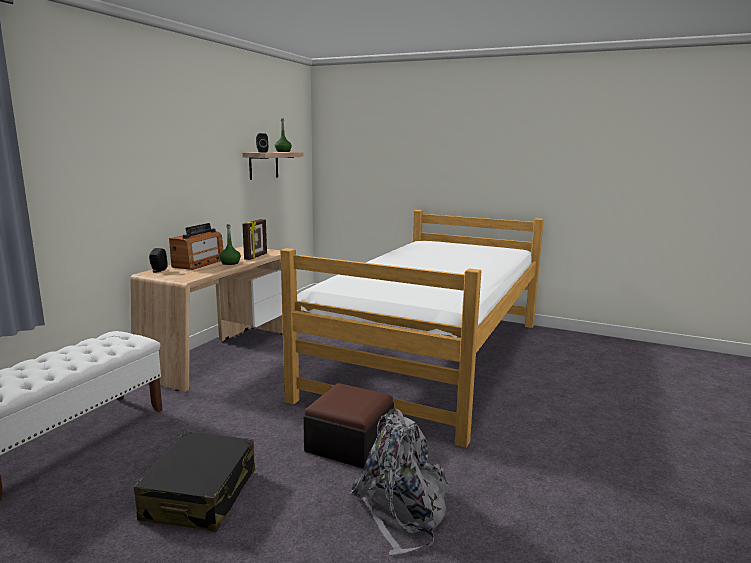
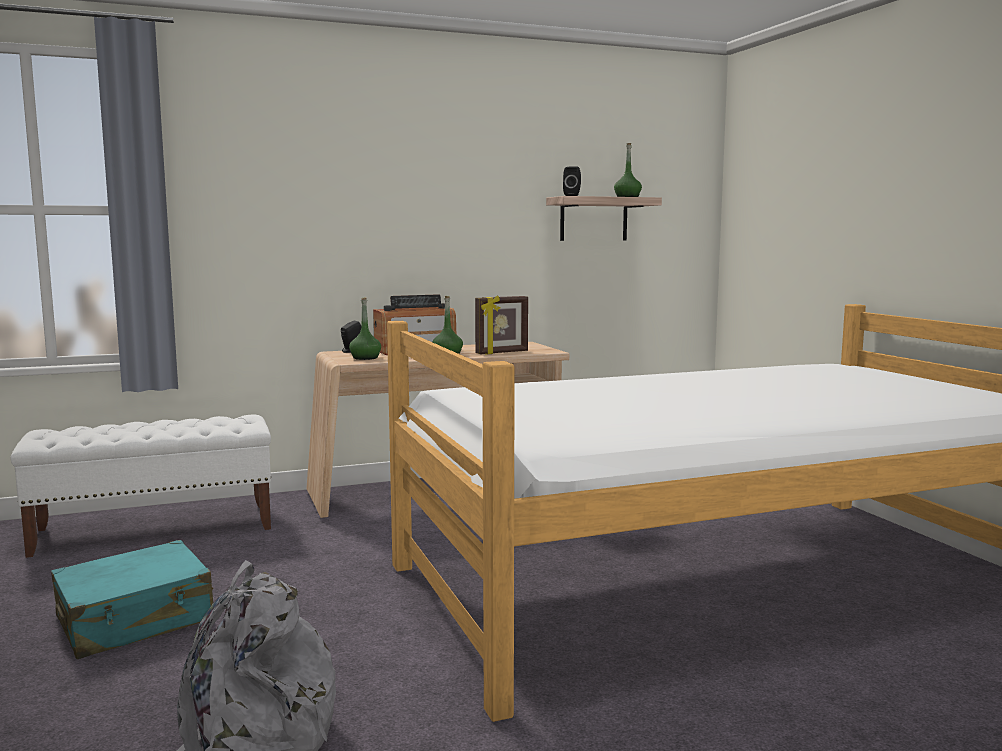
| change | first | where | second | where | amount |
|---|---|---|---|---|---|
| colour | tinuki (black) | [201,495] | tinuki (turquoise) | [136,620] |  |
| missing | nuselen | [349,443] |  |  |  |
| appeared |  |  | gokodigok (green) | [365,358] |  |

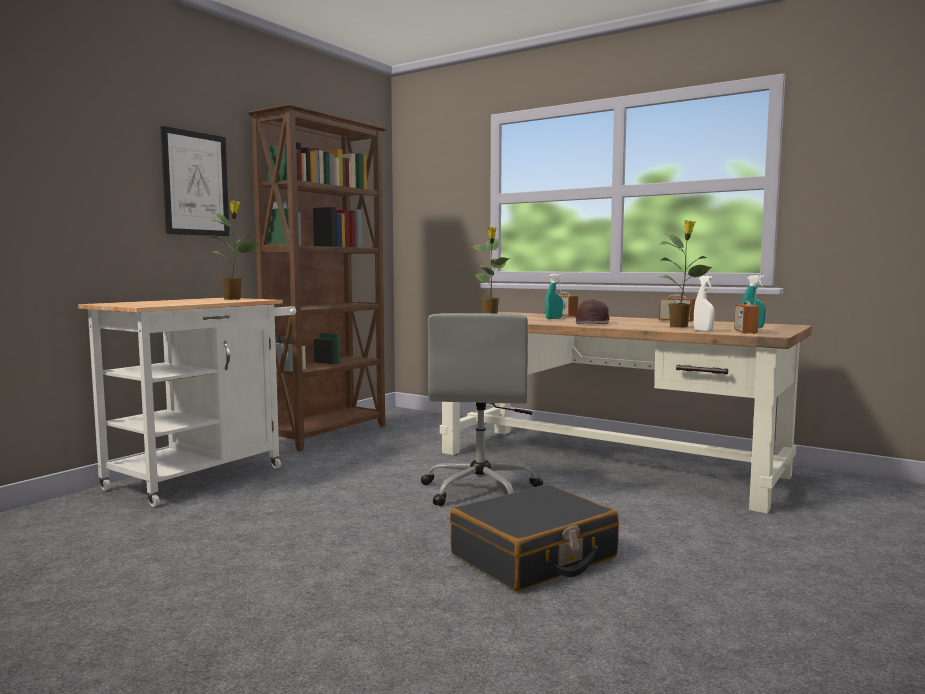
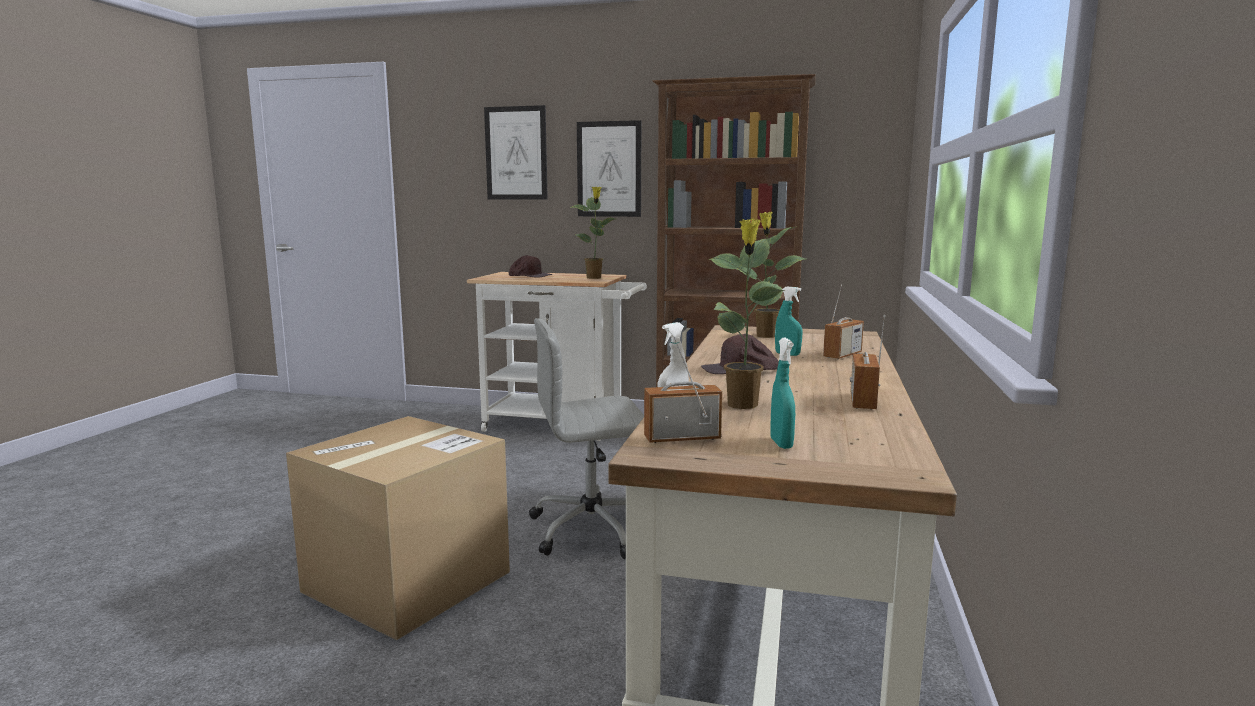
| change | first | where | second | where | amount |
|---|---|---|---|---|---|
| exchanged | tinuki (black) | [534,556] | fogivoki | [407,582] |  |
| appeared |  |  | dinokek | [516,153] |  |
| appeared |  |  | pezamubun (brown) | [530,275] |  |

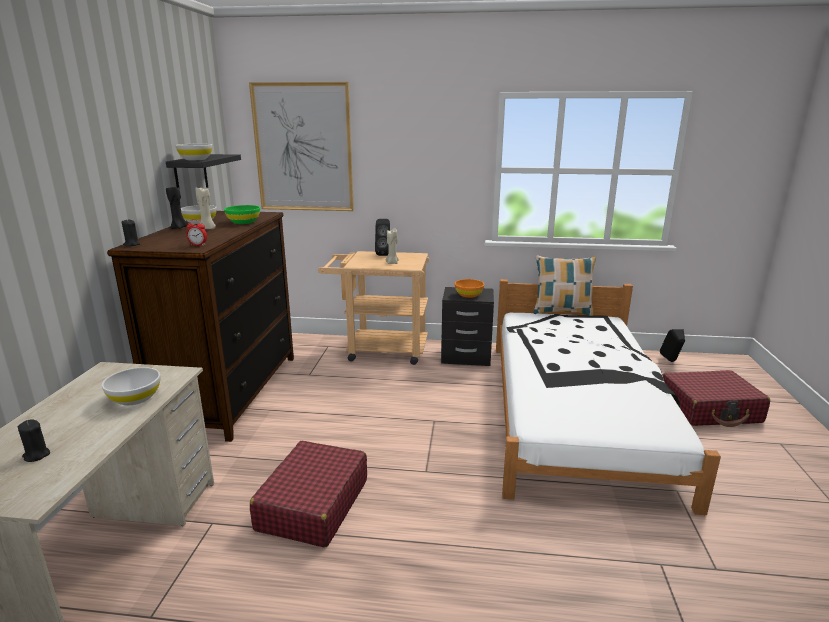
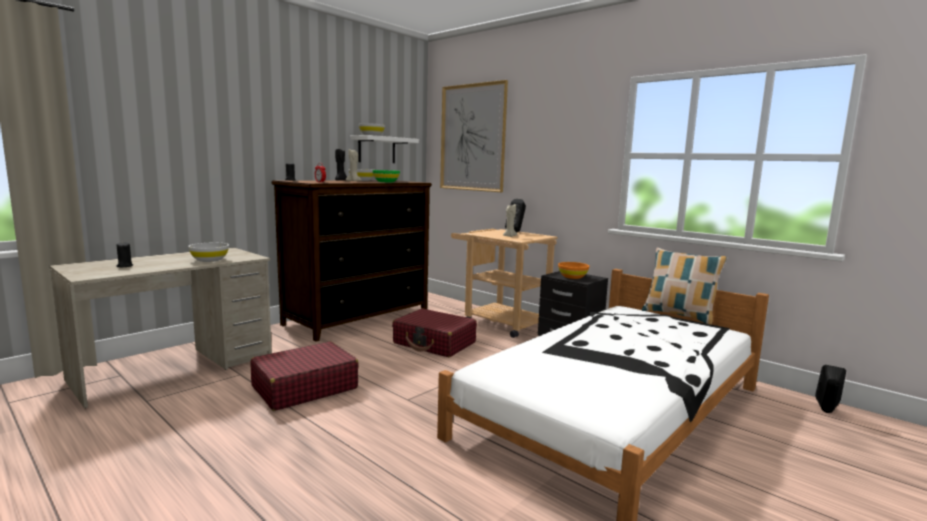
| change | first | where | second | where | amount |
|---|---|---|---|---|---|
| colour | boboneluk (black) | [191,174] | boboneluk (white) | [376,150] |  |
| relocated | tinuki (red) | [709,409] |  | [434,343] |  |

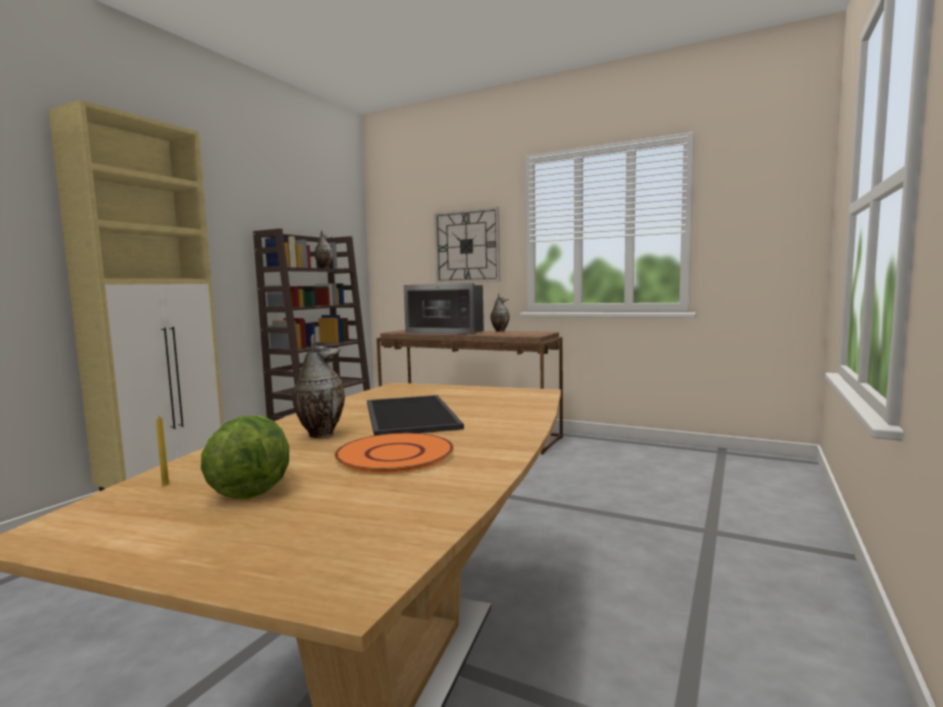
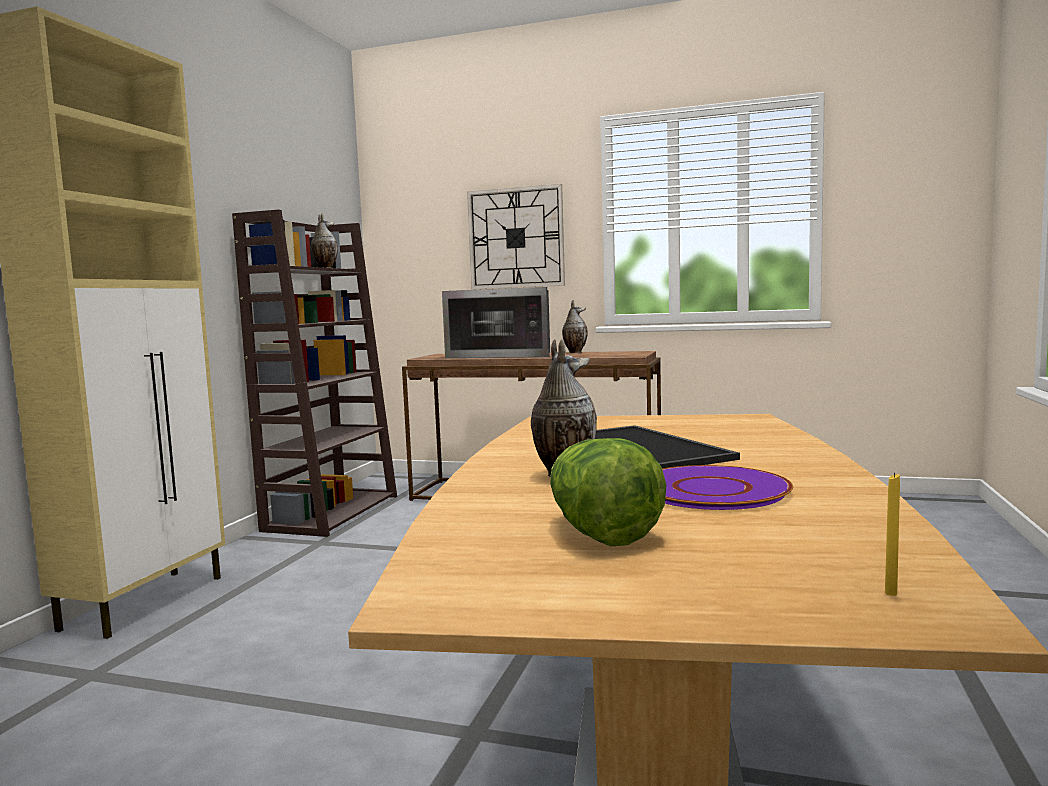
| change | first | where | second | where | amount |
|---|---|---|---|---|---|
| relocated | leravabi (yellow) | [165,484] |  | [890,593] |  |
| colour | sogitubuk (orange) | [394,455] | sogitubuk (purple) | [711,490] |  |

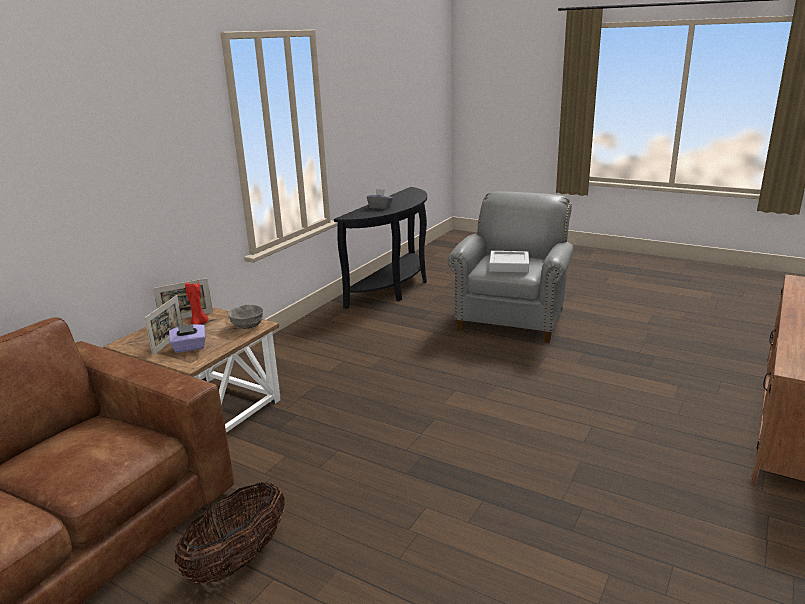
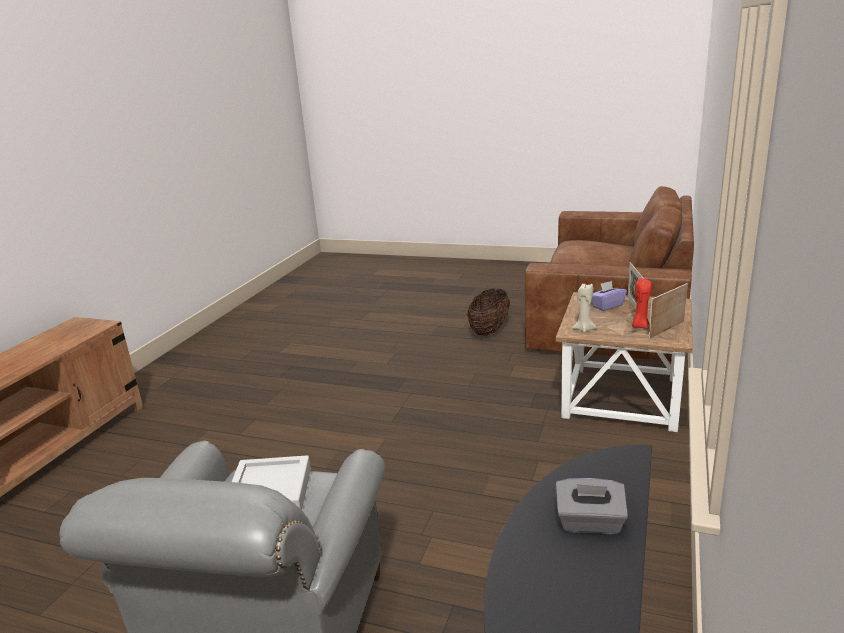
| change | first | where | second | where | amount |
|---|---|---|---|---|---|
| exchanged | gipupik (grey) | [247,326] | leravabi (beige) | [584,329] |  |

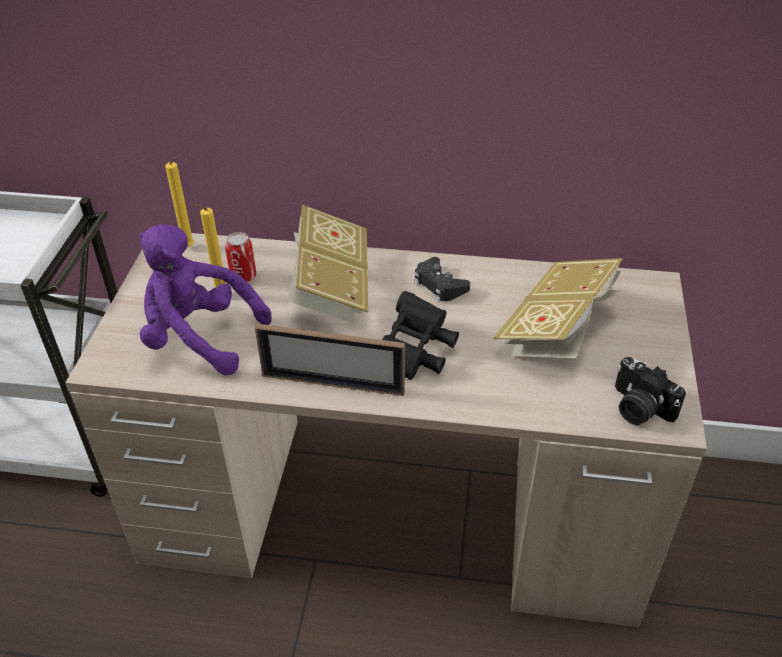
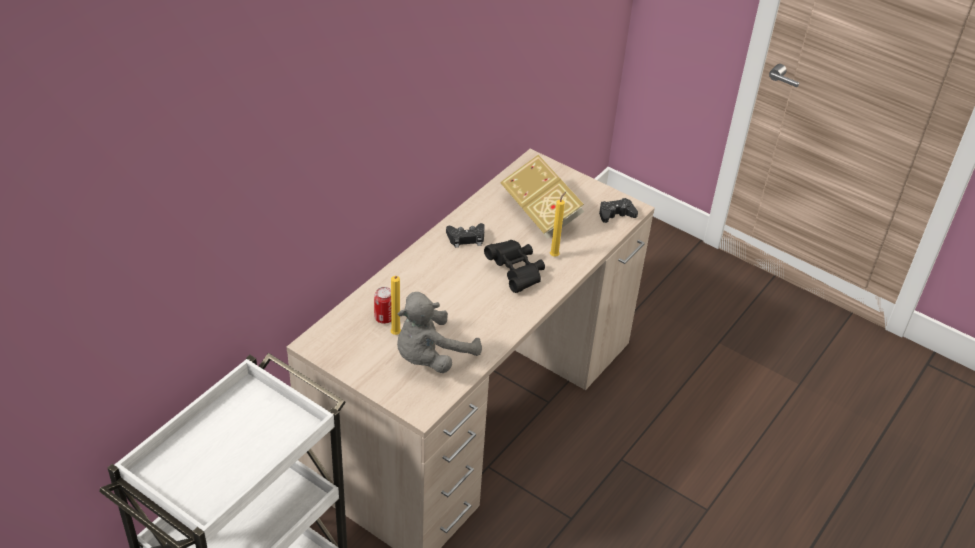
| change | first | where | second | where | amount |
|---|---|---|---|---|---|
| colour | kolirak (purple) | [199,338] | kolirak (grey) | [431,357] |  |
| relocated | leravabi (yellow) | [190,247] |  | [555,255] |  |
| missing | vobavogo | [332,384] |  |  |  |
| missing | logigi | [331,287] |  |  |  |
| exchanged | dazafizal | [638,408] | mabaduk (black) | [616,214] |  |

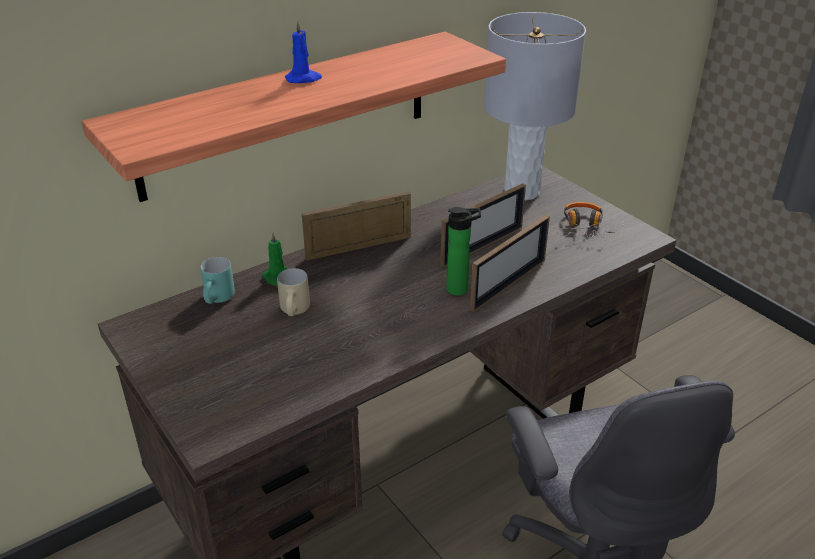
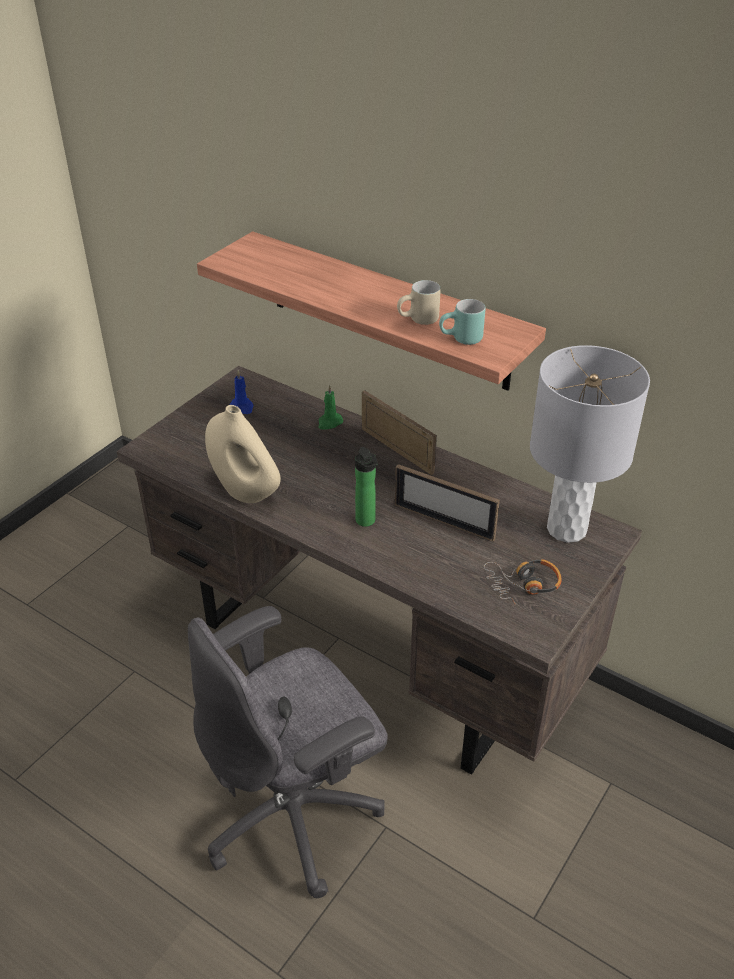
| change | first | where | second | where | amount |
|---|---|---|---|---|---|
| relocated | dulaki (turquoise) | [219,300] |  | [461,340] |  |
| relocated | dulaki (beige) | [296,312] |  | [419,321] |  |
| relocated | leravabi (blue) | [304,79] |  | [242,407] |  |
| missing | vobavogo | [508,284] |  |  |  |
| appeared |  |  | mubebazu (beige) | [245,491] |  |

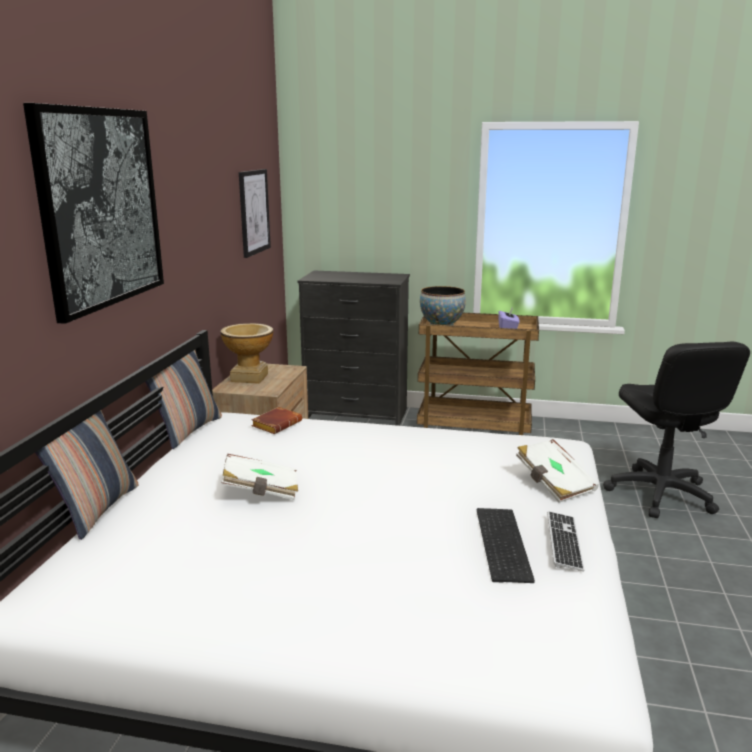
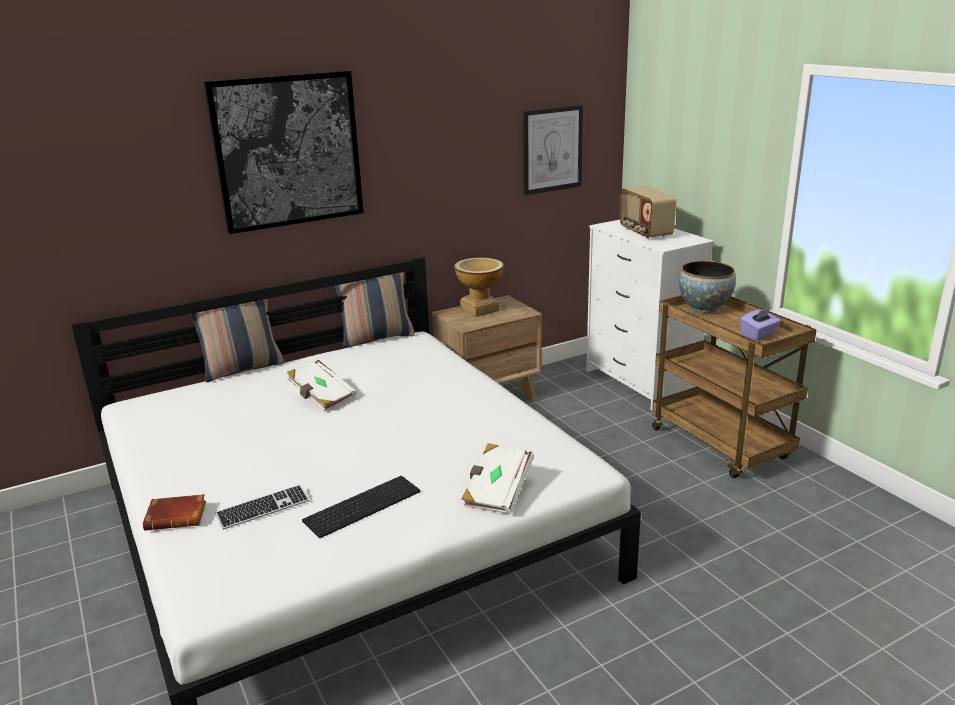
| change | first | where | second | where | amount |
|---|---|---|---|---|---|
| relocated | logigi (brown) | [277,424] |  | [178,516] |  |
| colour | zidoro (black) | [356,415] | zidoro (white) | [639,383] |  |
| relocated | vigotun | [564,542] |  | [263,509] |  |
| missing | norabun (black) | [660,494] |  |  |  |
| appeared |  |  | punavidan | [645,232] |  |

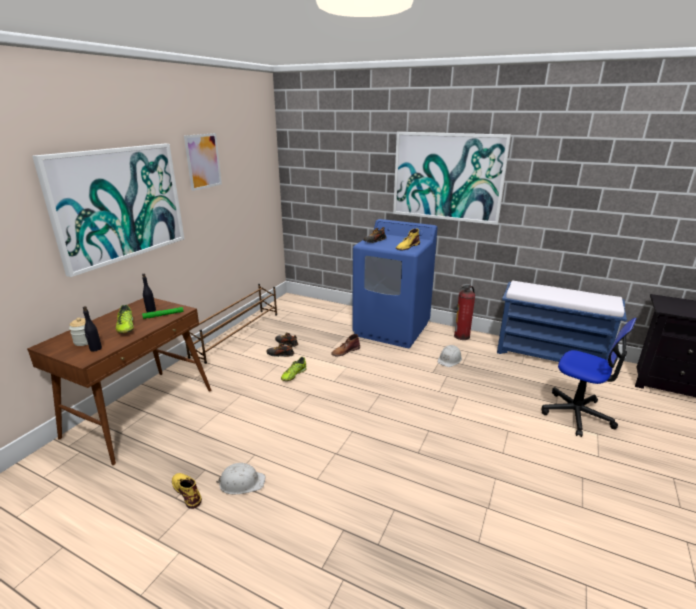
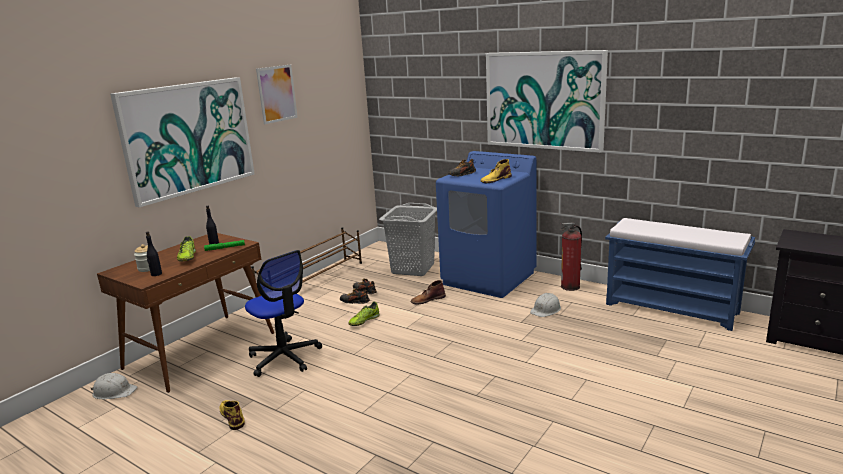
| change | first | where | second | where | amount |
|---|---|---|---|---|---|
| relocated | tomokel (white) | [241,482] |  | [114,391] |  |
| relocated | norabun | [577,414] |  | [284,358] |  |
| appeared |  |  | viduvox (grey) | [413,268] |  |

